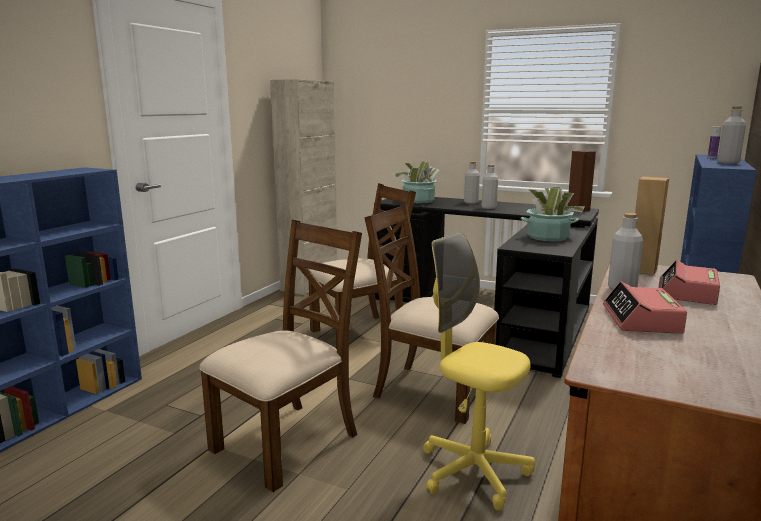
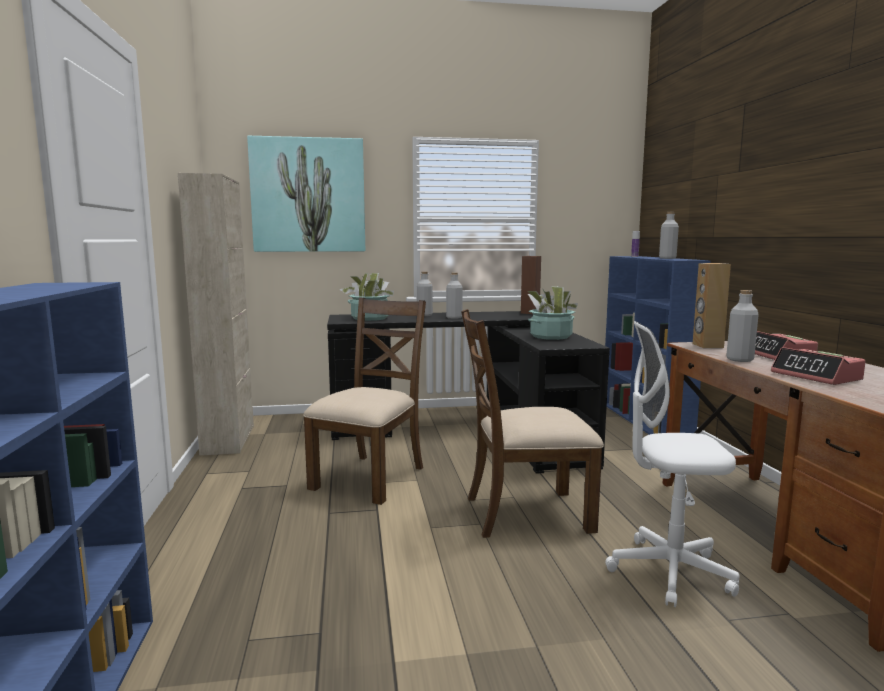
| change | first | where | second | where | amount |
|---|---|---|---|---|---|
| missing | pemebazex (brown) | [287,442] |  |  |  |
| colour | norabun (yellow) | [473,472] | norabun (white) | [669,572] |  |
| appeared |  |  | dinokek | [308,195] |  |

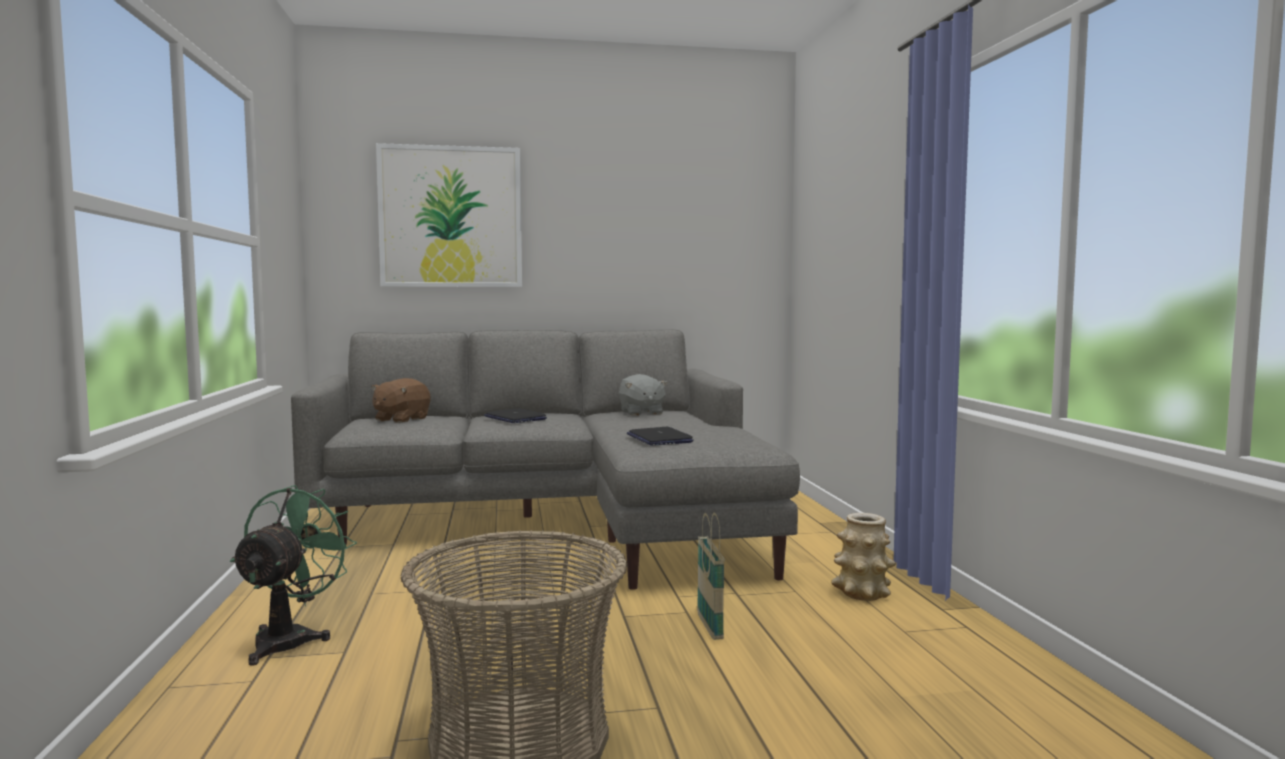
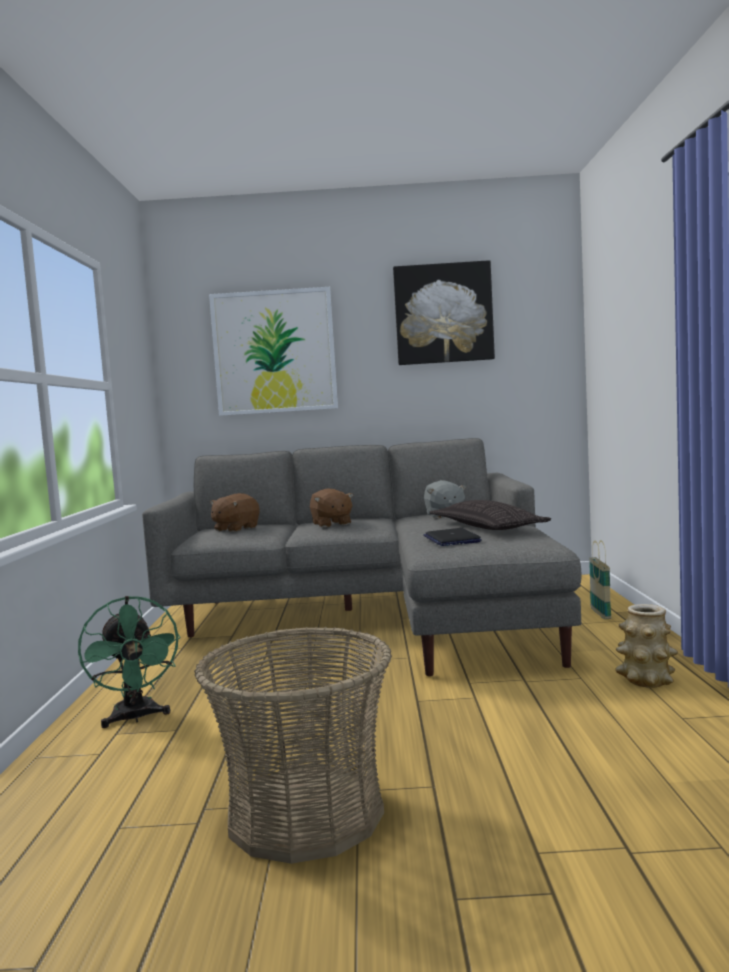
| change | first | where | second | where | amount |
|---|---|---|---|---|---|
| spun | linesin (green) | [290,639] |  | [136,718] | 135 degrees clockwise |
| exchanged | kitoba | [515,418] | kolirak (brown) | [331,524] |  |
| relocated | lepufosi | [709,627] |  | [600,614] |  |
| appeared |  |  | dinokek | [443,313] |  |
| appeared |  |  | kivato | [487,527] |  |

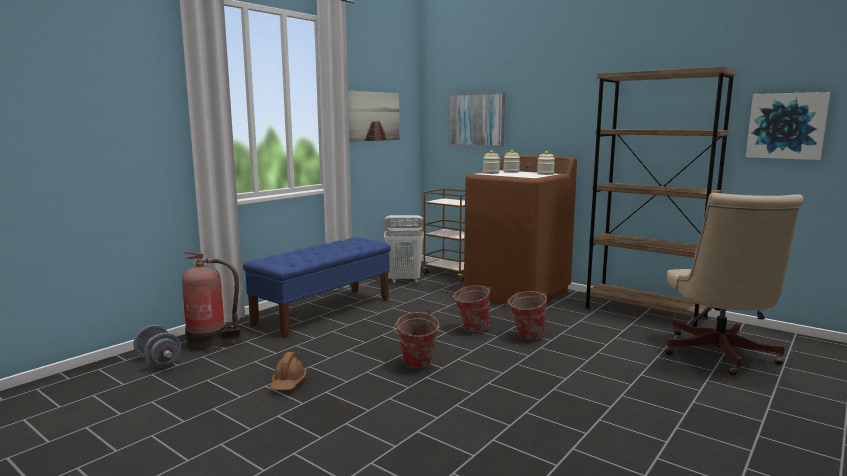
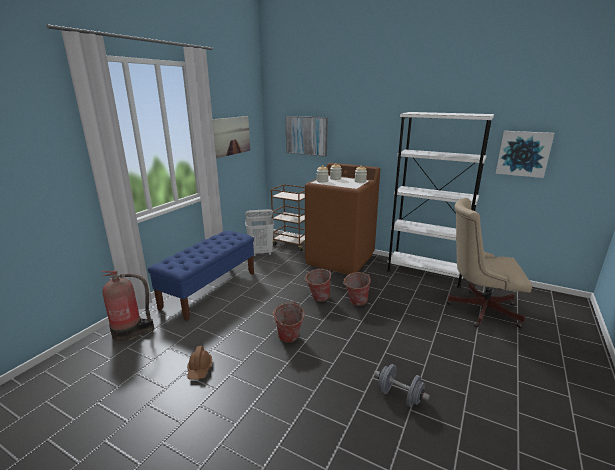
| change | first | where | second | where | amount |
|---|---|---|---|---|---|
| relocated | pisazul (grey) | [159,361] |  | [399,396] |  |
| colour | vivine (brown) | [644,313] | vivine (white) | [425,272] |  |
| spun | norabun (beige) | [719,356] |  | [478,309] | 105 degrees clockwise |

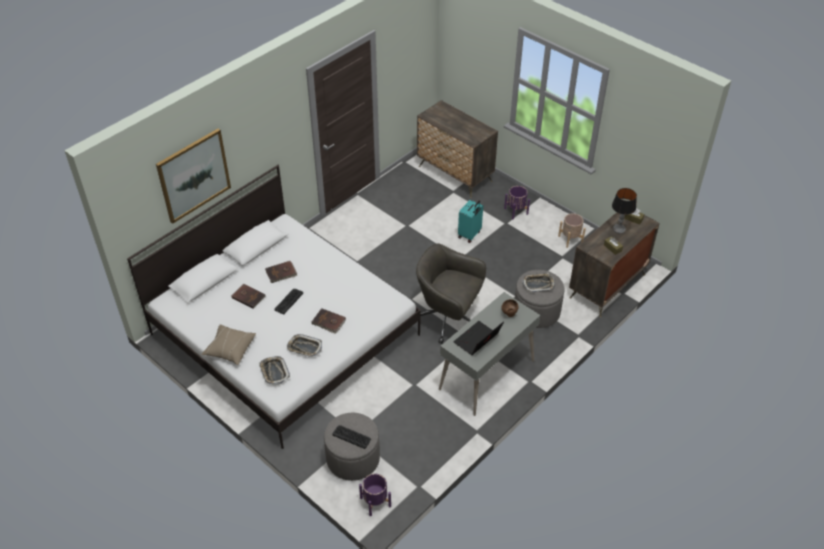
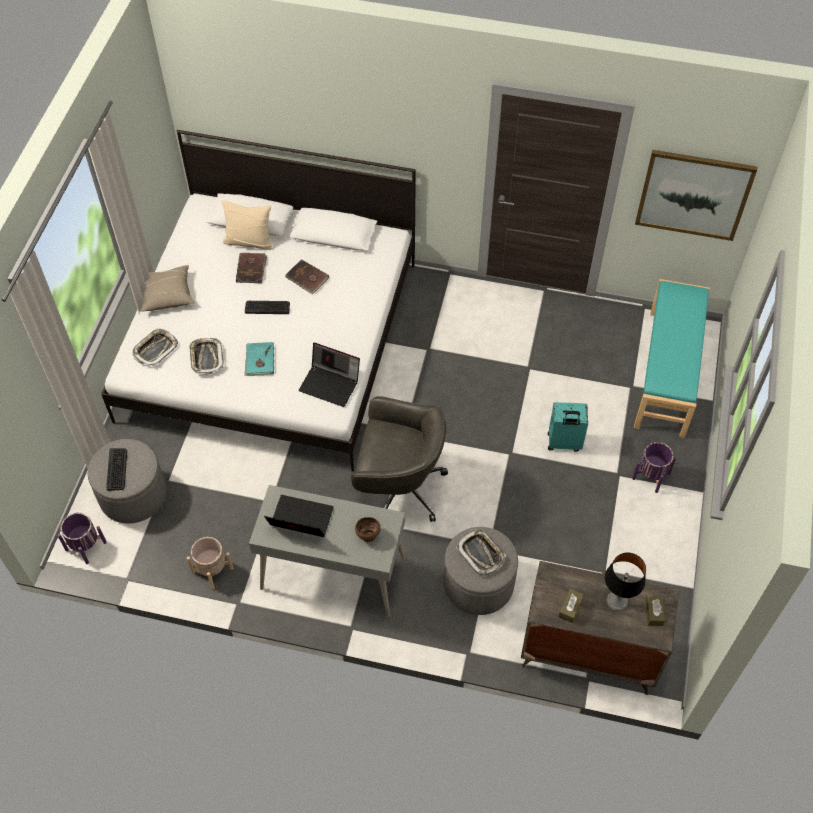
| change | first | where | second | where | amount |
|---|---|---|---|---|---|
| relocated | dinokek | [194,175] |  | [694,194] |  |
| colour | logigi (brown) | [328,322] | logigi (turquoise) | [259,360] |  |
| spun | norabun (grey) | [448,319] |  | [398,488] | 105 degrees clockwise |
| exchanged | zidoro | [455,174] | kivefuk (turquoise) | [667,373] |  |
| relocated | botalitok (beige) | [570,239] |  | [212,570] |  |
| appeared |  |  | kivato (beige) | [249,241] |  |
| appeared |  |  | kitoba | [331,384] |  |

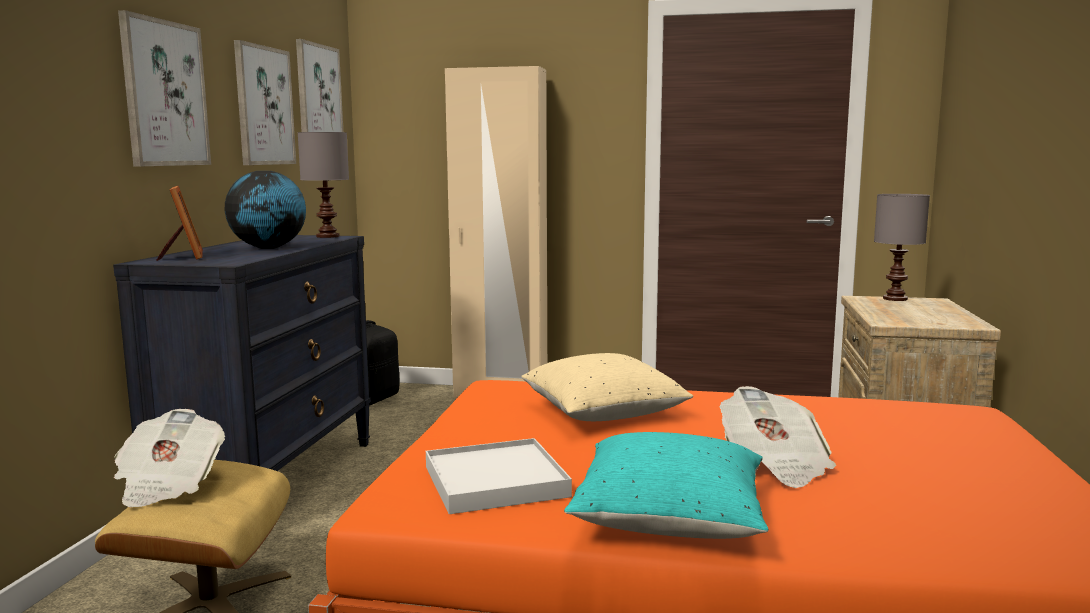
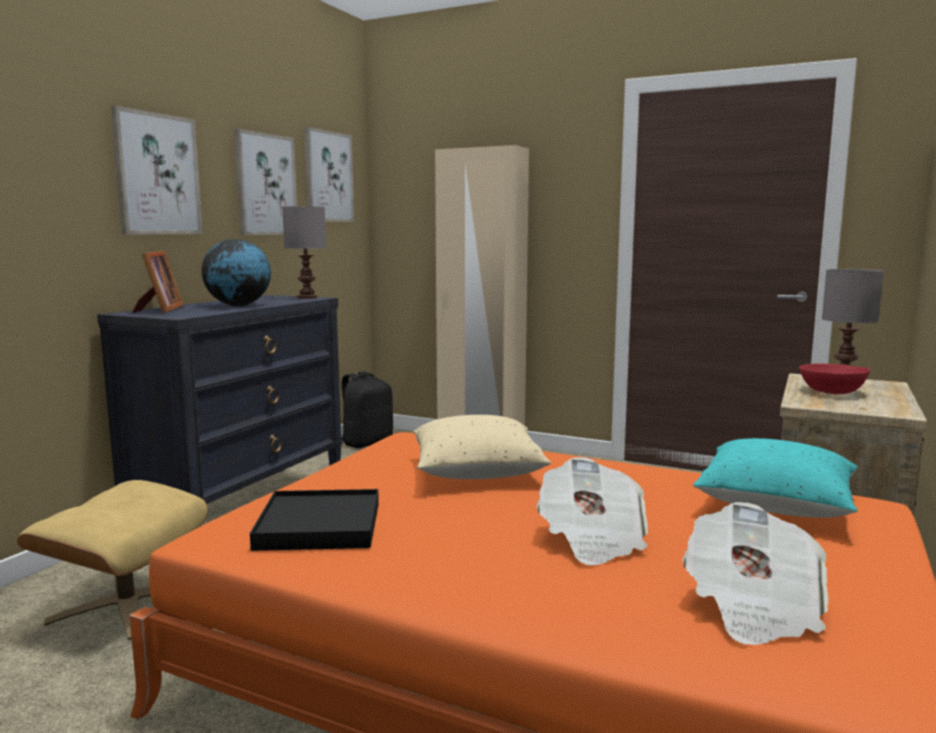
| change | first | where | second | where | amount |
|---|---|---|---|---|---|
| relocated | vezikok | [168,484] |  | [752,608] |  |
| colour | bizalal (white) | [495,482] | bizalal (black) | [319,526] |  |
| relocated | kivato (turquoise) | [670,520] |  | [775,505] |  |
| appeared |  |  | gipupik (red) | [831,392] |  |

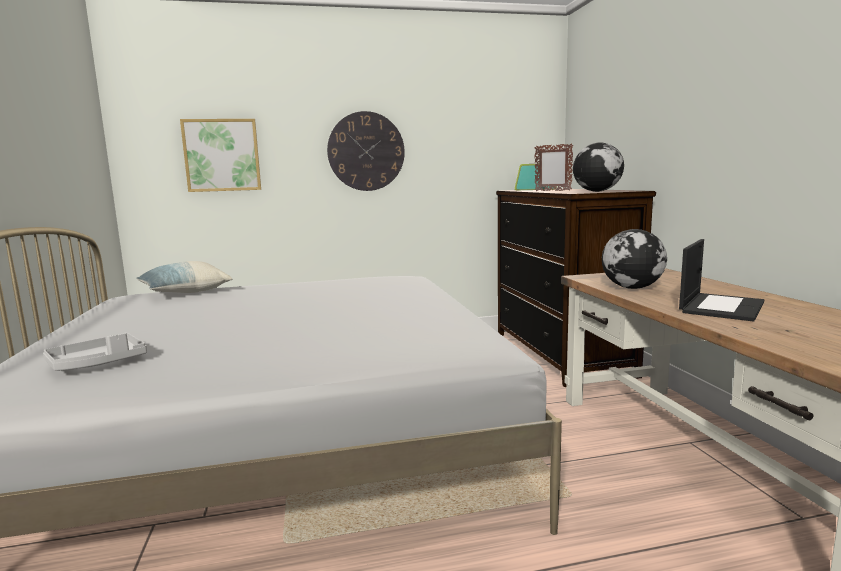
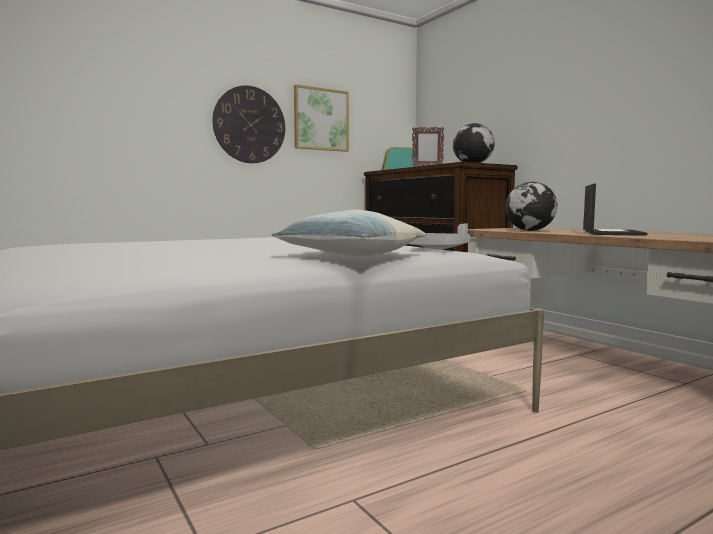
| change | first | where | second | where | amount |
|---|---|---|---|---|---|
| relocated | bizalal (grey) | [98,363] |  | [440,249] |  |
| relocated | kivato | [184,292] |  | [350,256] |  |
| relocated | dinokek | [222,155] |  | [321,119] |  |

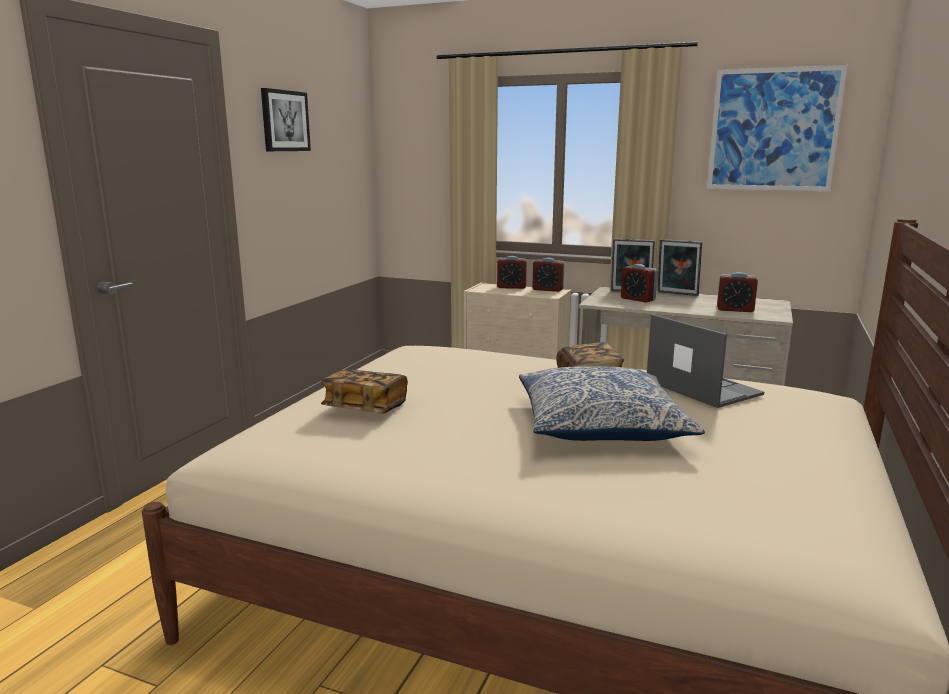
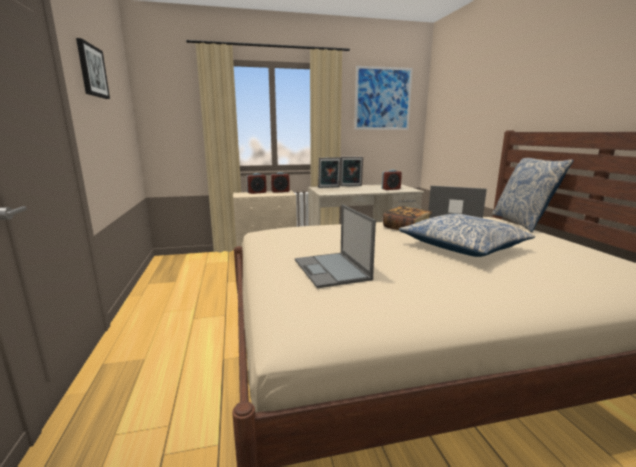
| change | first | where | second | where | amount |
|---|---|---|---|---|---|
| exchanged | logigi | [365,408] | kitoba | [332,270] |  |
| missing | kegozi | [637,299] |  |  |  |
| appeared |  |  | kivato | [522,223] |  |

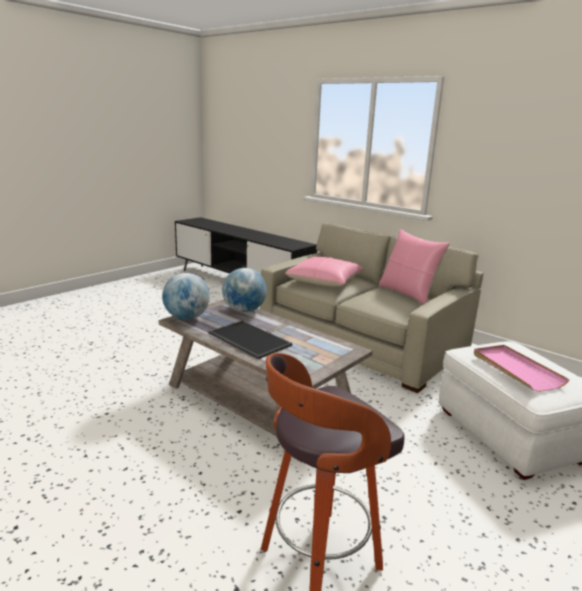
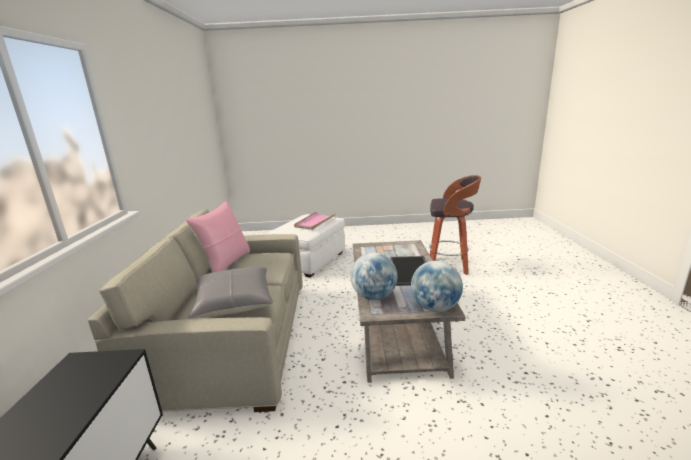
| change | first | where | second | where | amount |
|---|---|---|---|---|---|
| colour | kivato (pink) | [324,281] | kivato (grey) | [234,302] |  |

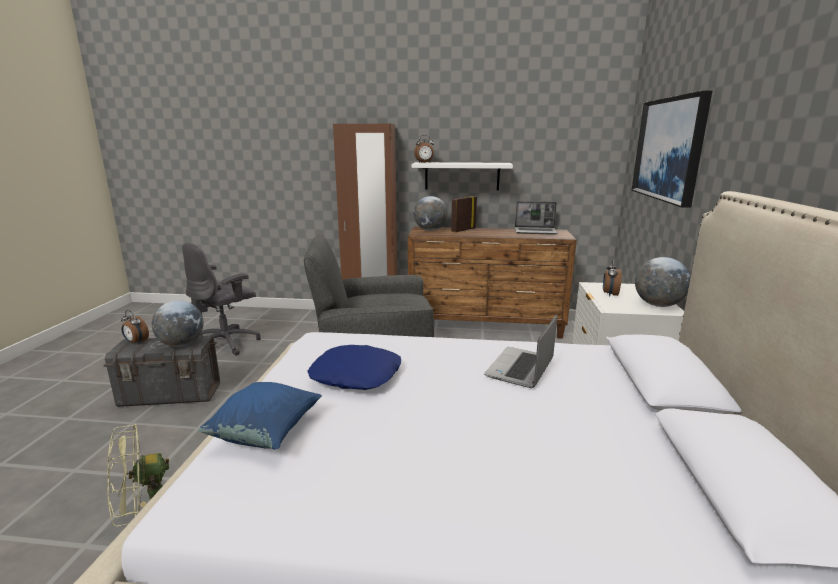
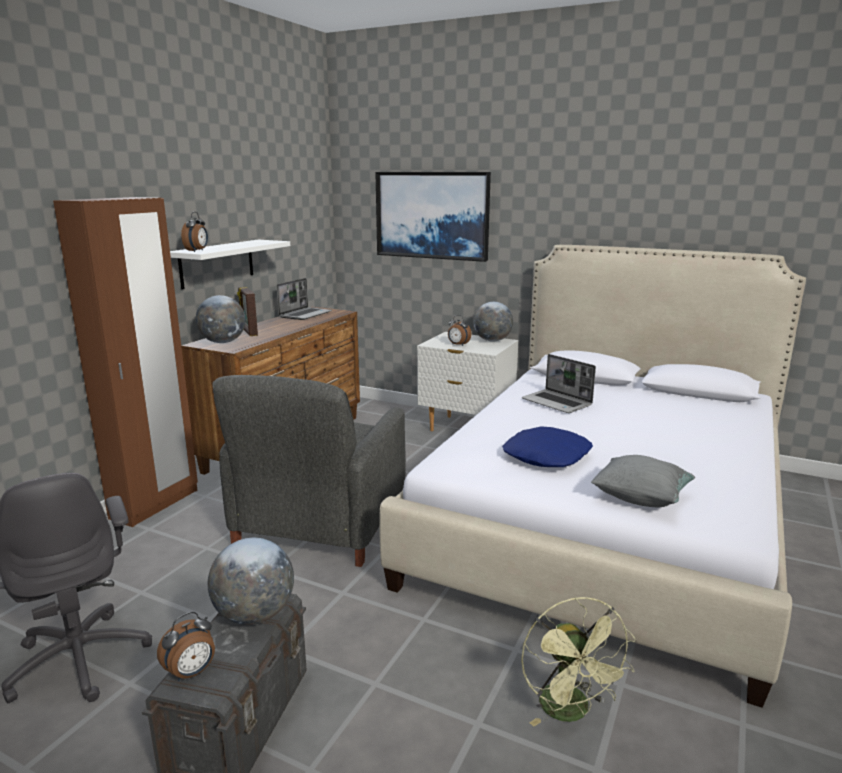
| change | first | where | second | where | amount |
|---|---|---|---|---|---|
| colour | kivato (blue) | [266,434] | kivato (grey) | [640,499] |  |

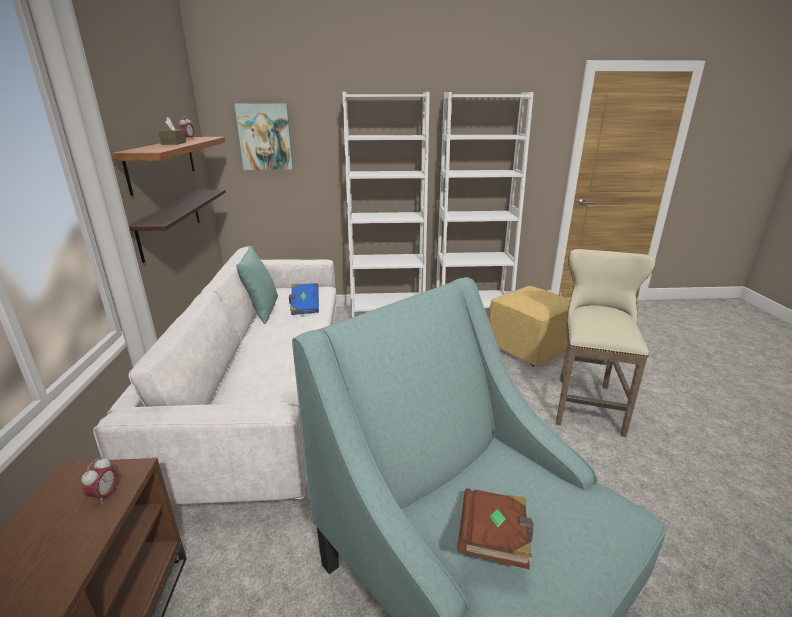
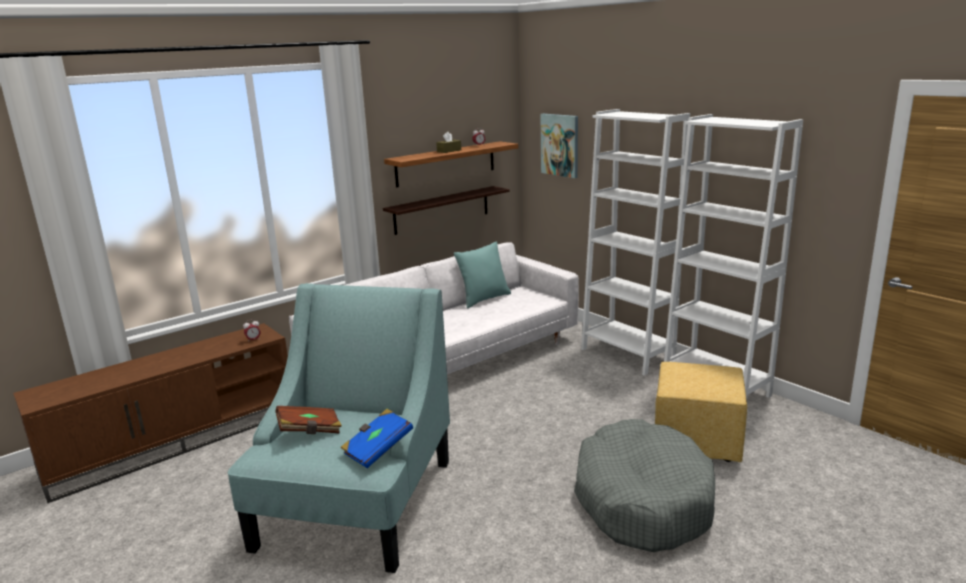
| change | first | where | second | where | amount |
|---|---|---|---|---|---|
| relocated | logigi (blue) | [304,306] |  | [377,449] |  |
| exchanged | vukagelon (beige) | [586,402] | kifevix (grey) | [642,500] |  |

